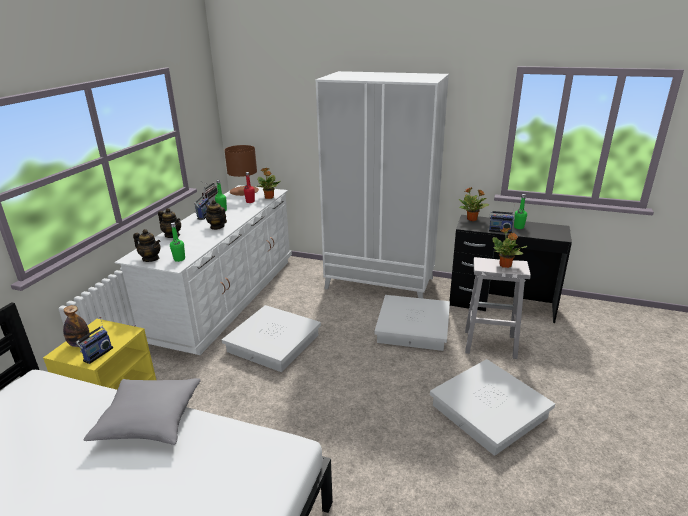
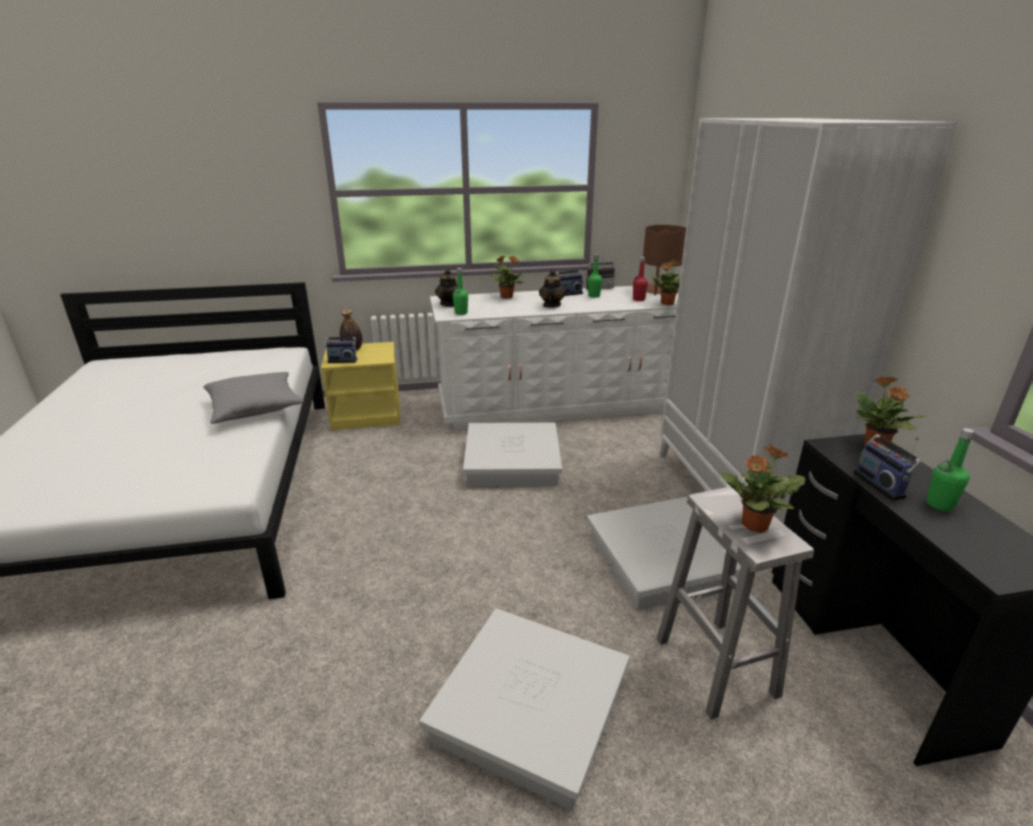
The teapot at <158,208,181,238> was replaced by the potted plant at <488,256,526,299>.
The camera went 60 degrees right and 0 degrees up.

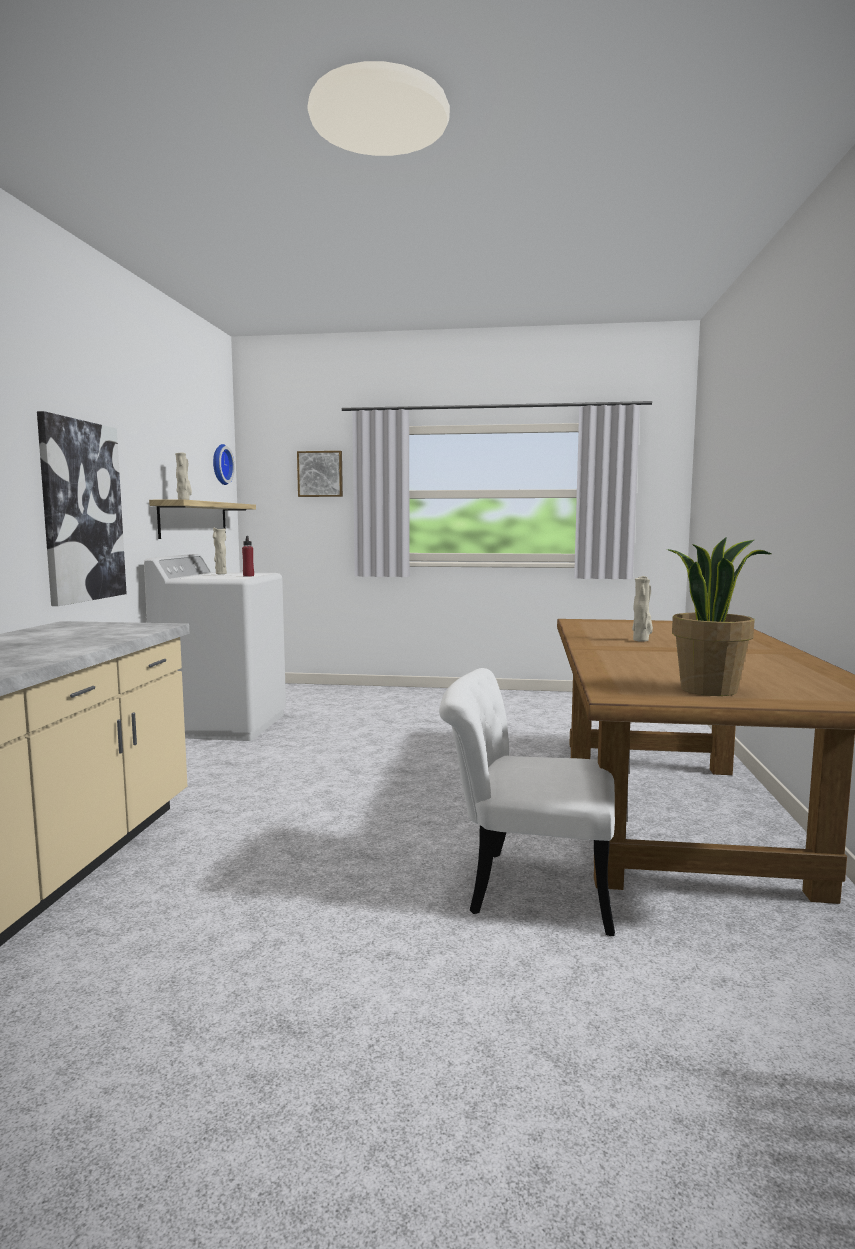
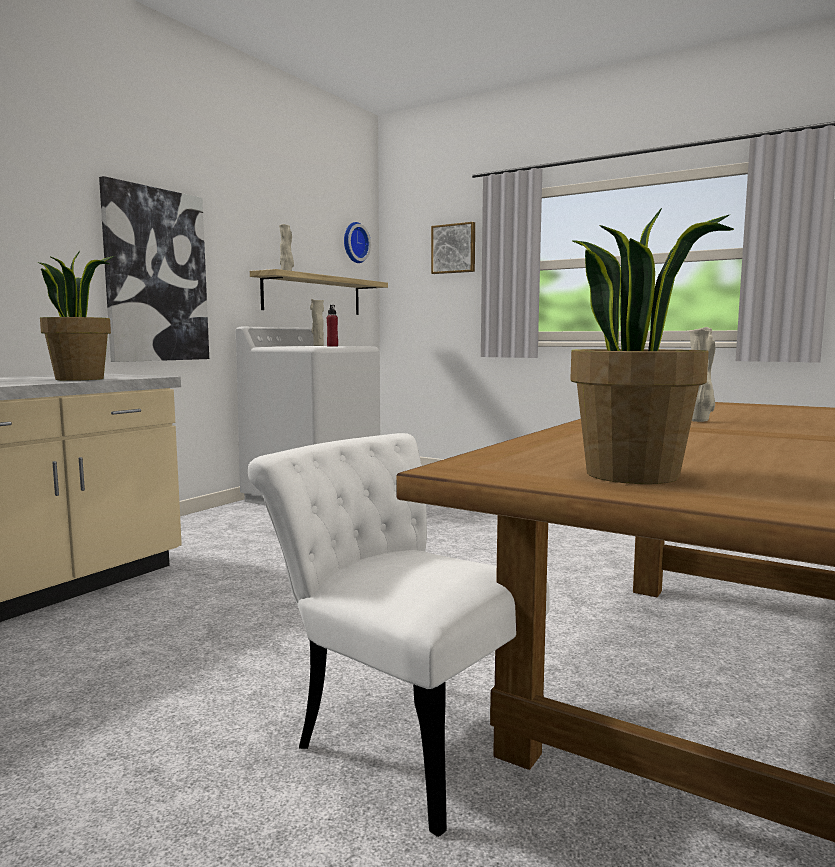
The potted plant at <38,251,114,381> appeared.
The camera went 25 degrees right and 0 degrees up.

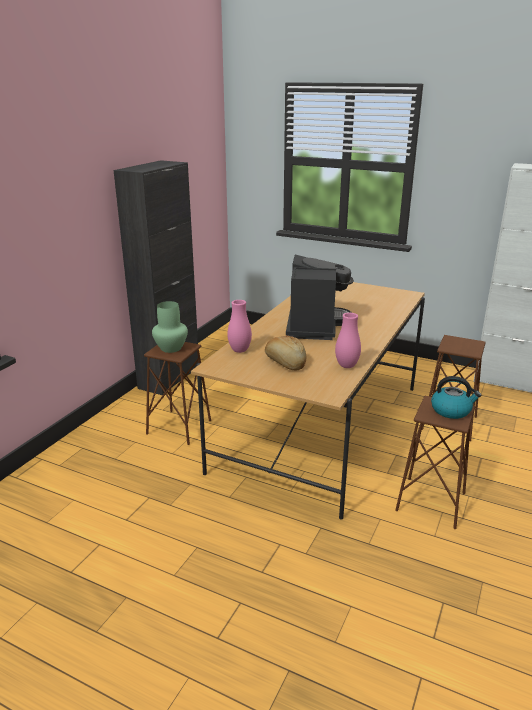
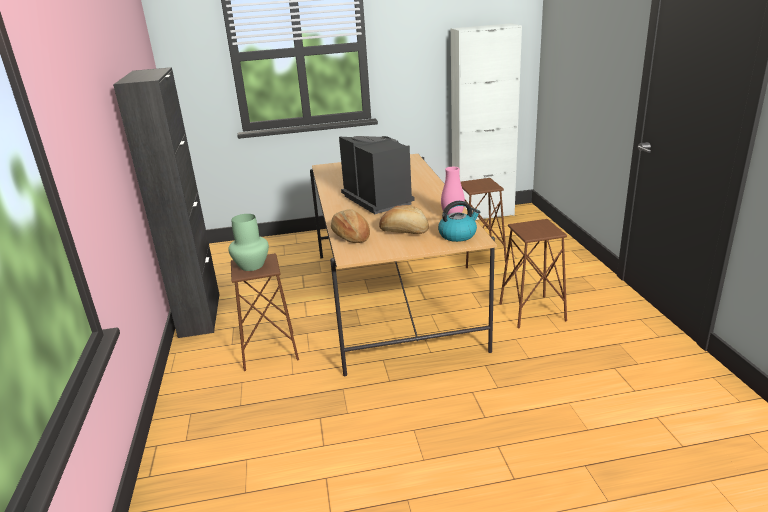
The kettle moved from <431,376,481,419> to <438,201,480,242>.
The vase in pink at <227,300,252,353> was replaced by the bread at <331,209,370,243>.
The camera went 35 degrees left and 0 degrees up.

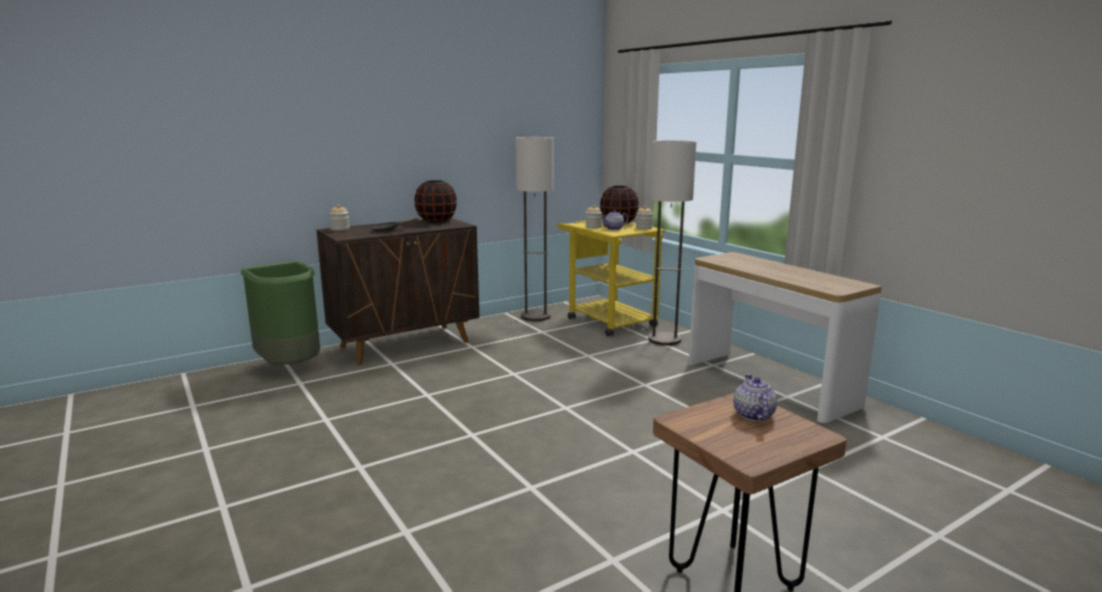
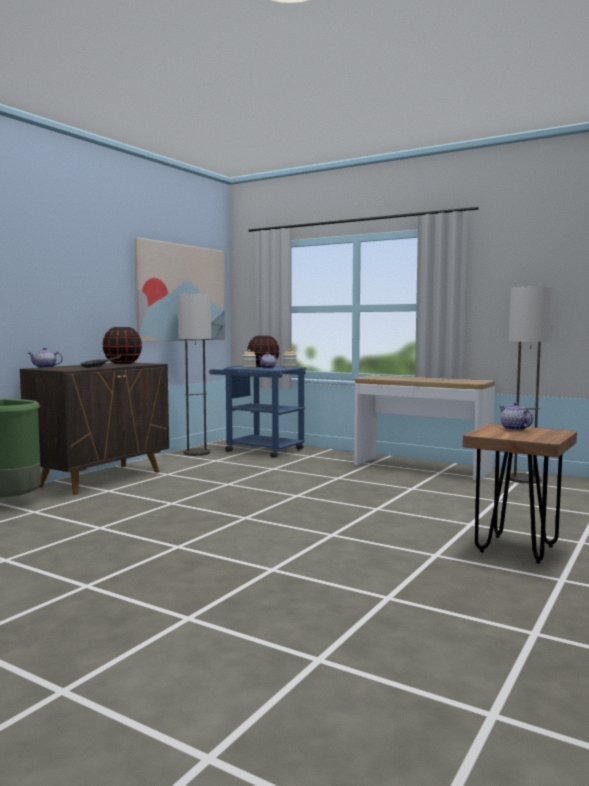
The picture at <134,237,225,342> appeared.
The floor lamp moved from <648,140,696,346> to <509,286,553,484>.
The jar at <329,205,350,231> was replaced by the teapot at <29,348,63,368>.
The cart in yellow at <557,221,665,336> became the cart in blue at <209,365,307,458>.
The camera went 25 degrees left and 10 degrees down.

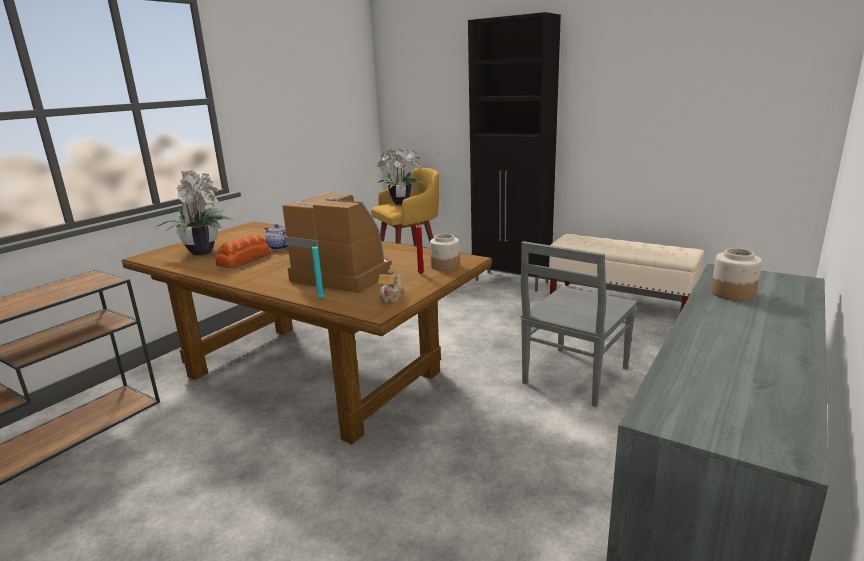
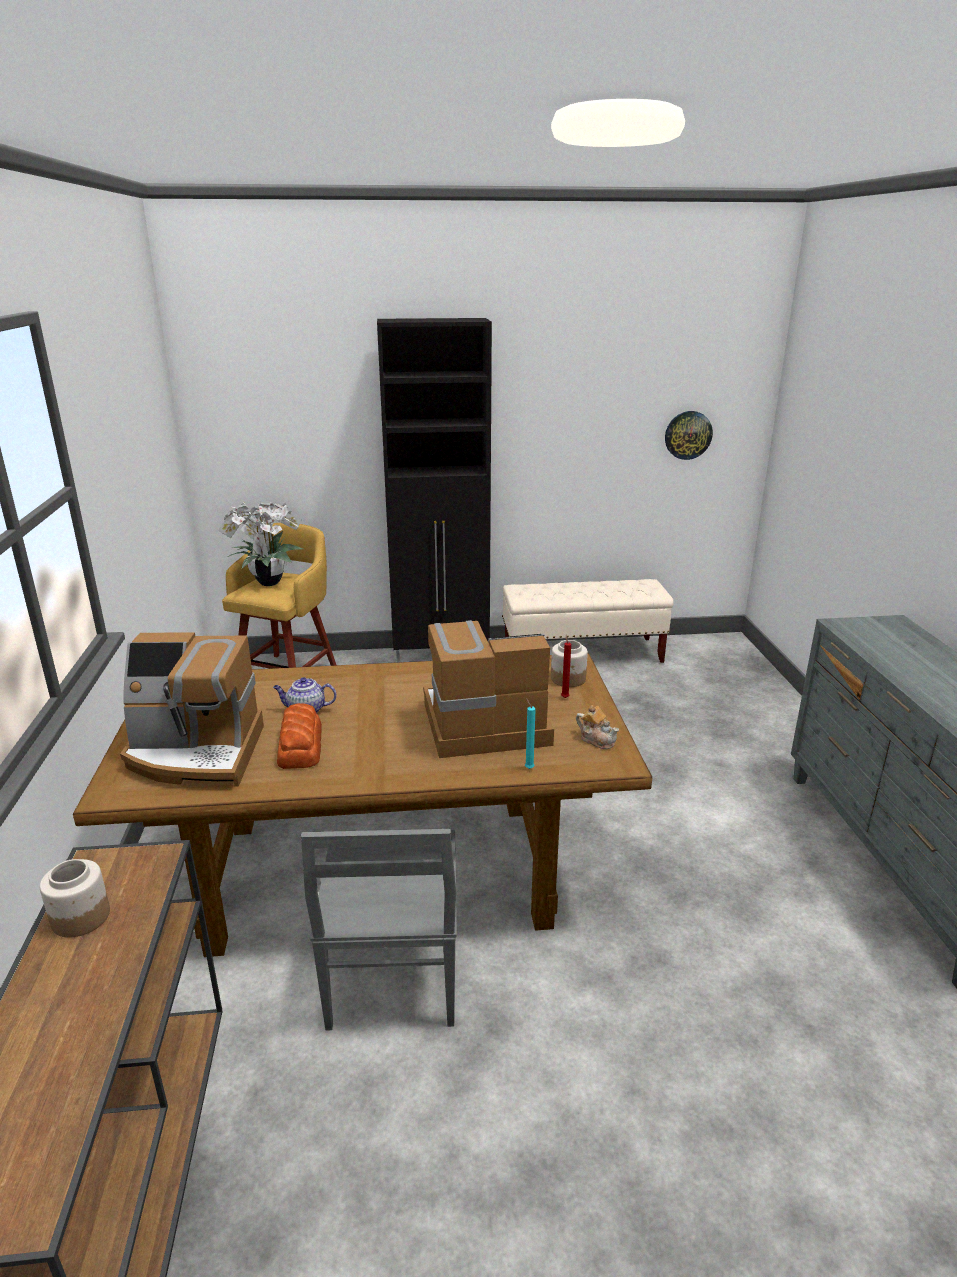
The wall clock at <665,411,713,460> appeared.
The chair in grey moved from <521,241,637,407> to <301,829,457,1030>.
The jar moved from <711,248,762,301> to <40,859,110,938>.
The potted plant at <154,169,235,255> was replaced by the coffee machine at <120,632,264,787>.
The teapot at <378,269,404,303> turned 150 degrees clockwise.
The camera went 40 degrees left and 5 degrees up.

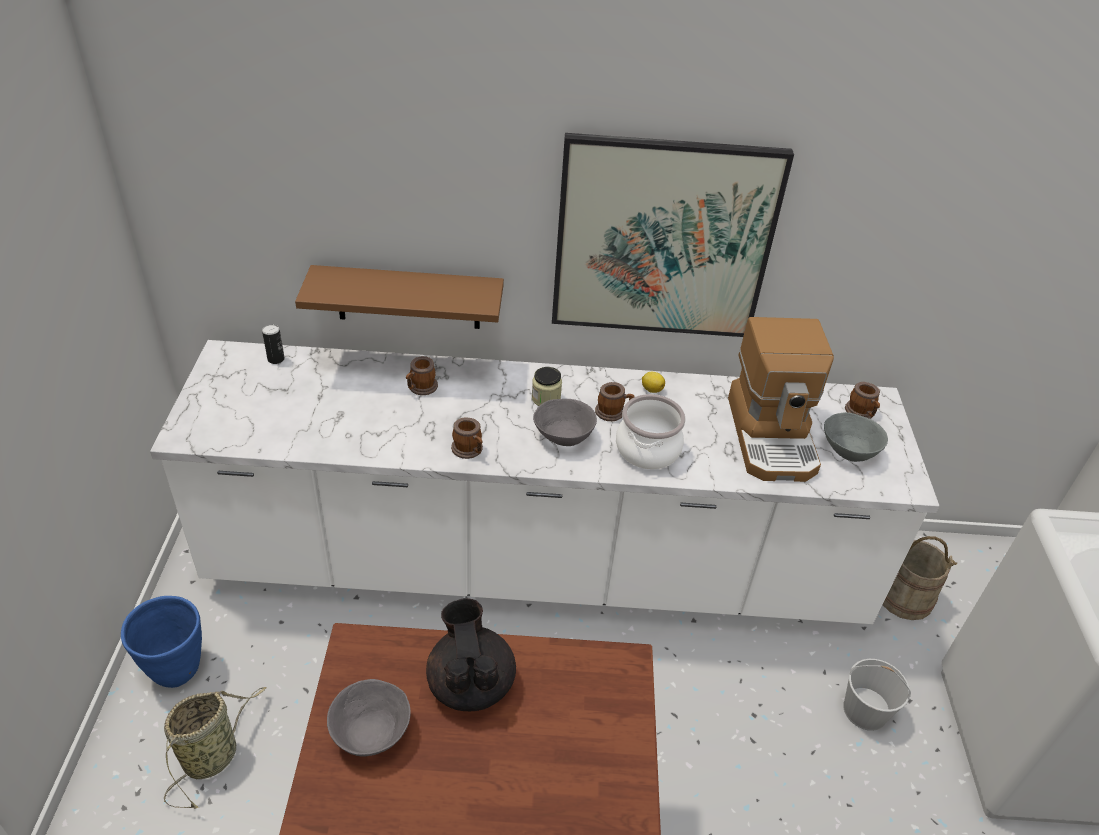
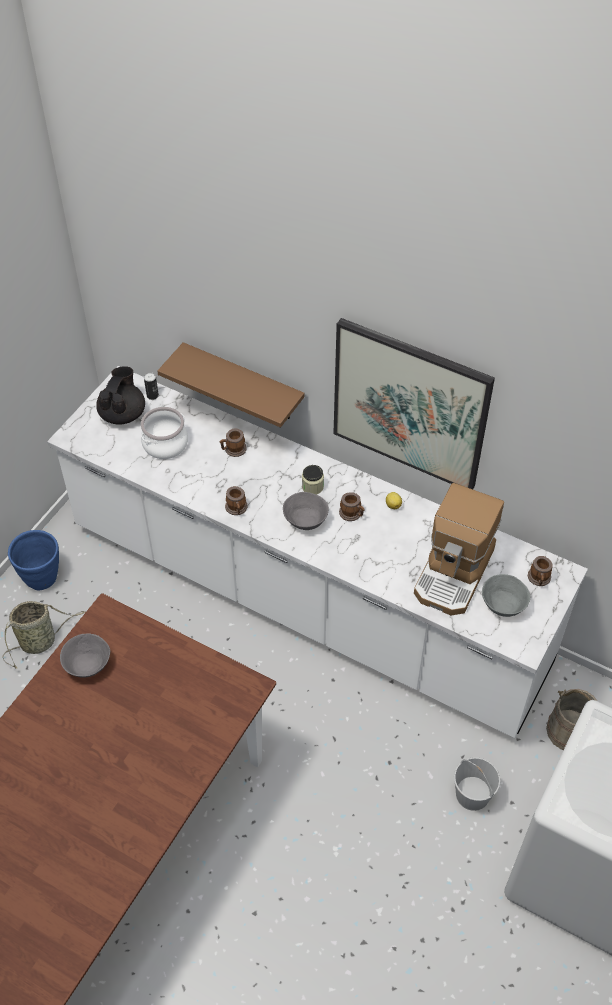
The teapot in black moved from <426,598,516,711> to <96,366,145,425>.
The cooking pot moved from <616,394,686,469> to <141,407,188,459>.
The camera went 30 degrees right and 10 degrees up.

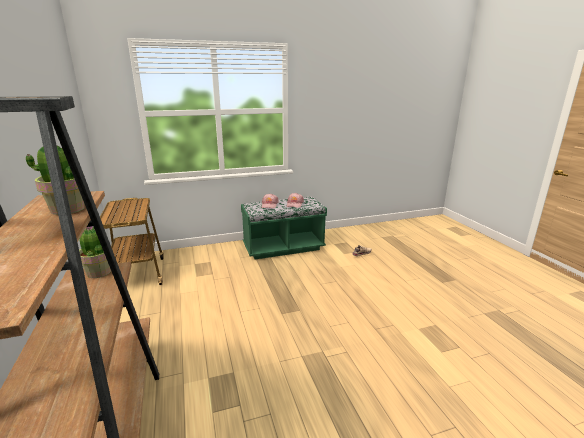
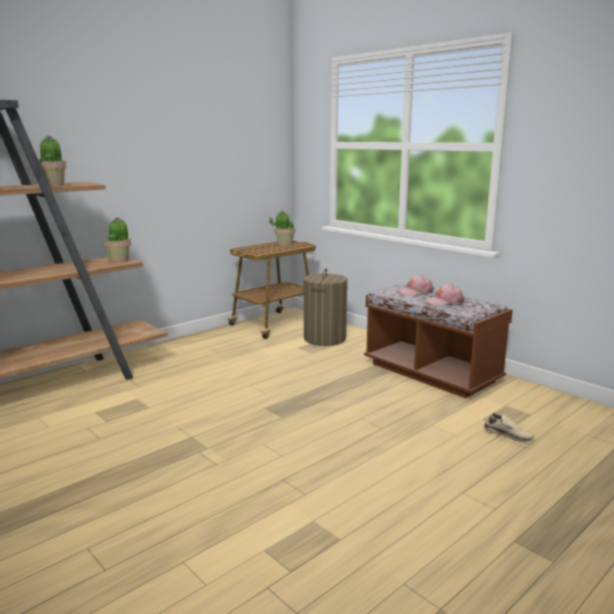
The potted plant at <269,211,295,246> appeared.
The laundry basket at <303,268,348,346> appeared.
The bench in green at <241,197,327,259> became the bench in brown at <364,284,513,398>.
The camera went 65 degrees right and 5 degrees down.

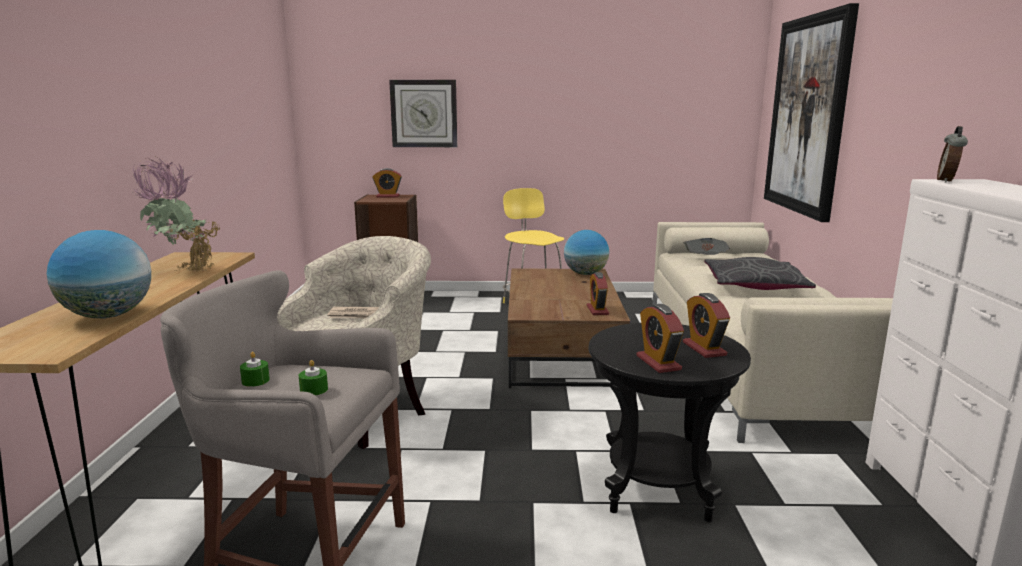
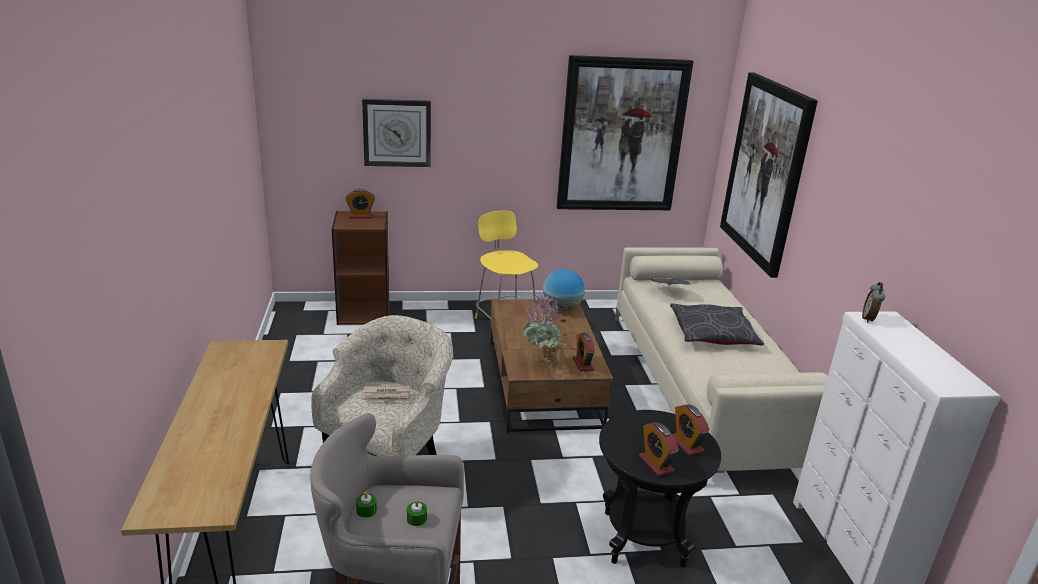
The globe at <47,230,151,318> disappeared.
The picture at <556,55,693,210> appeared.
The potted plant moved from <133,158,221,273> to <523,296,568,367>.
The camera went 10 degrees left and 10 degrees up.

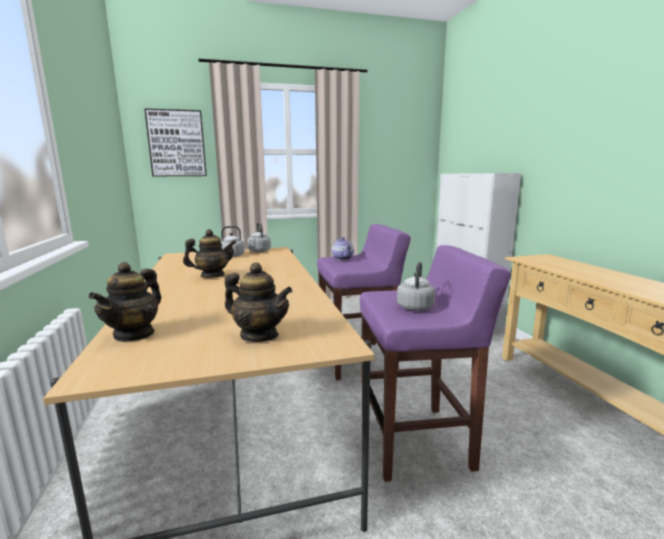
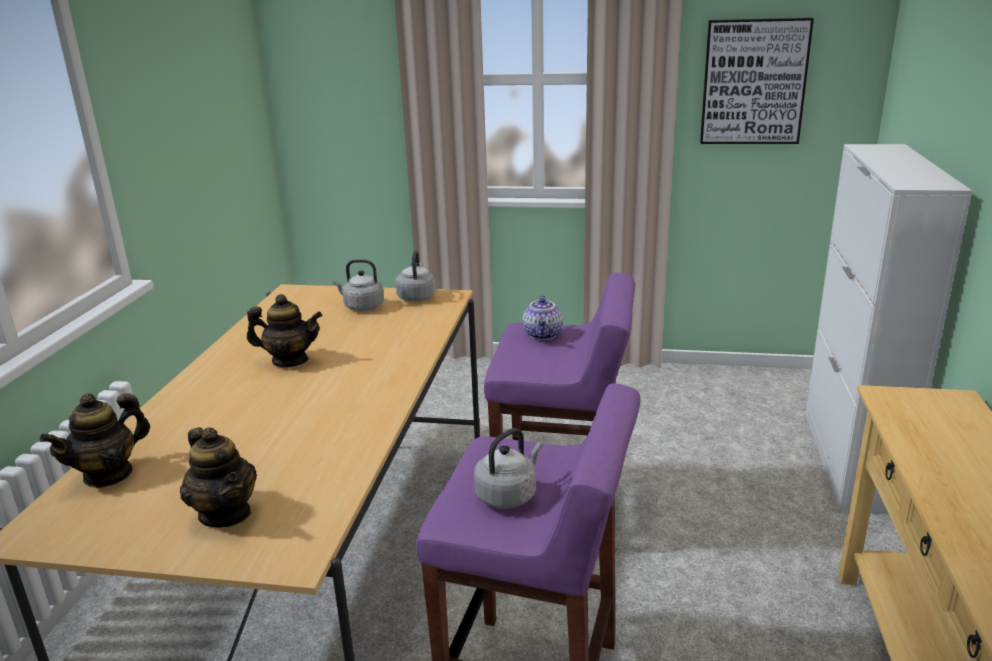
The picture moved from <144,108,207,176> to <700,18,814,144>.
The camera went 25 degrees right and 10 degrees up.

